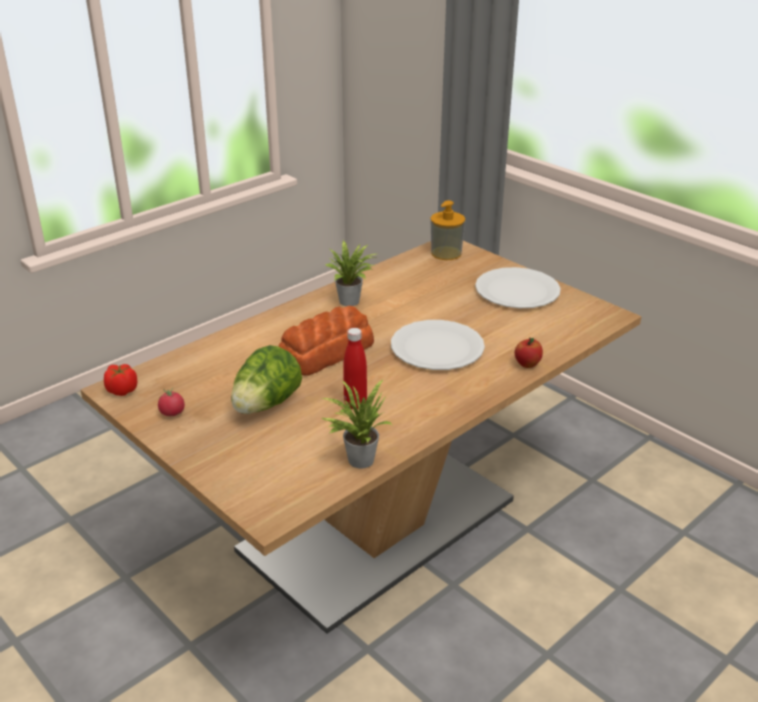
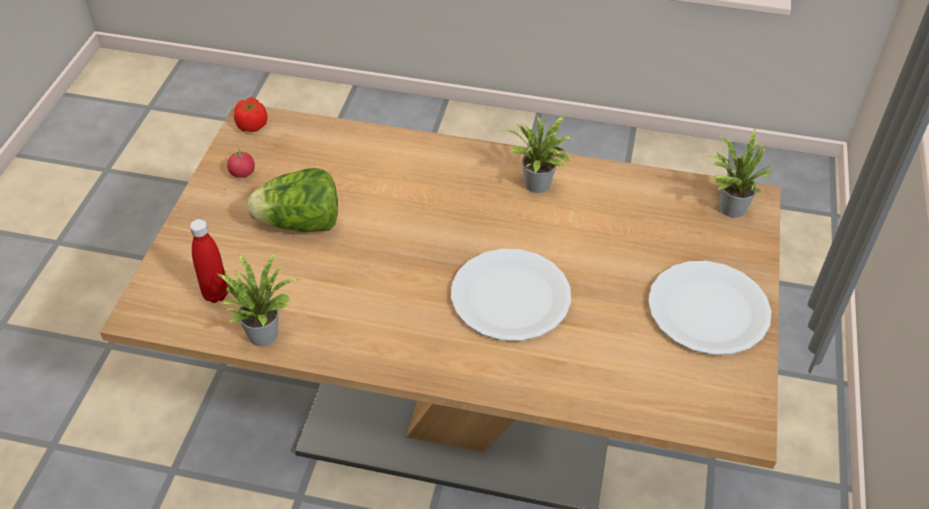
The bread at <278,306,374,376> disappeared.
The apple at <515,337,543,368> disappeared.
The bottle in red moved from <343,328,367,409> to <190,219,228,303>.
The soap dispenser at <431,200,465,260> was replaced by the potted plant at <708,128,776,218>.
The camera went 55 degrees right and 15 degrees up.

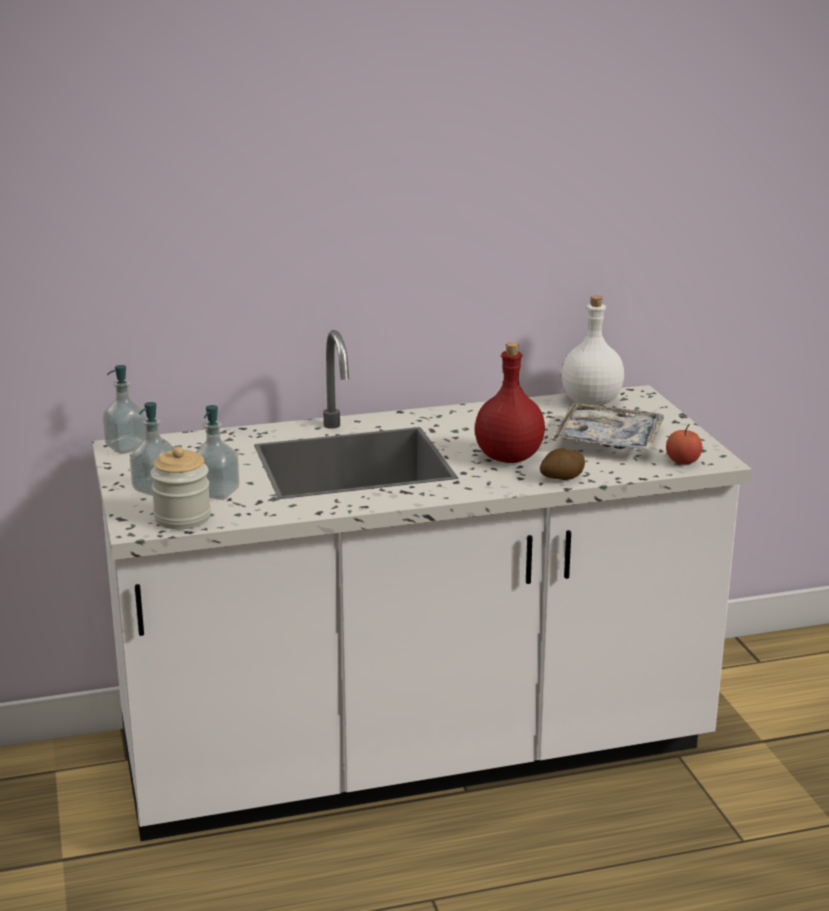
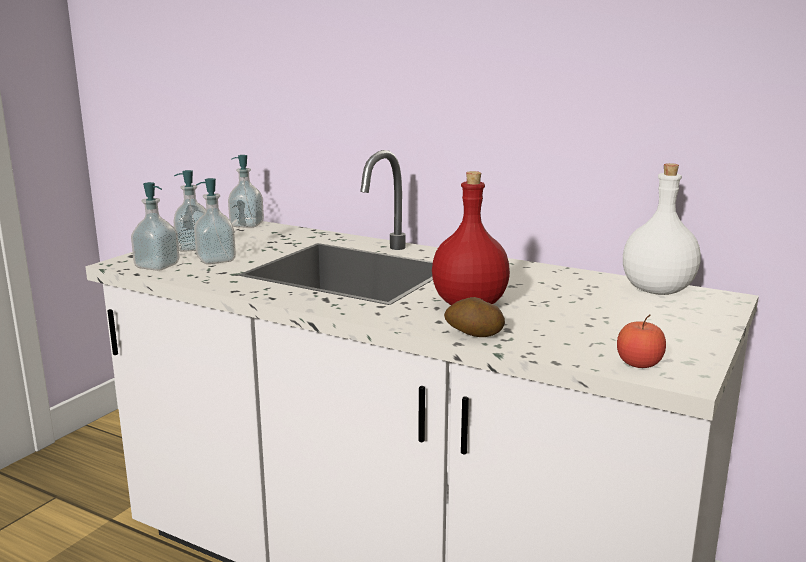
The tray at <553,403,664,451> disappeared.
The jar at <150,447,211,529> was replaced by the soap dispenser at <131,182,179,271>.
The camera went 45 degrees right and 5 degrees down.

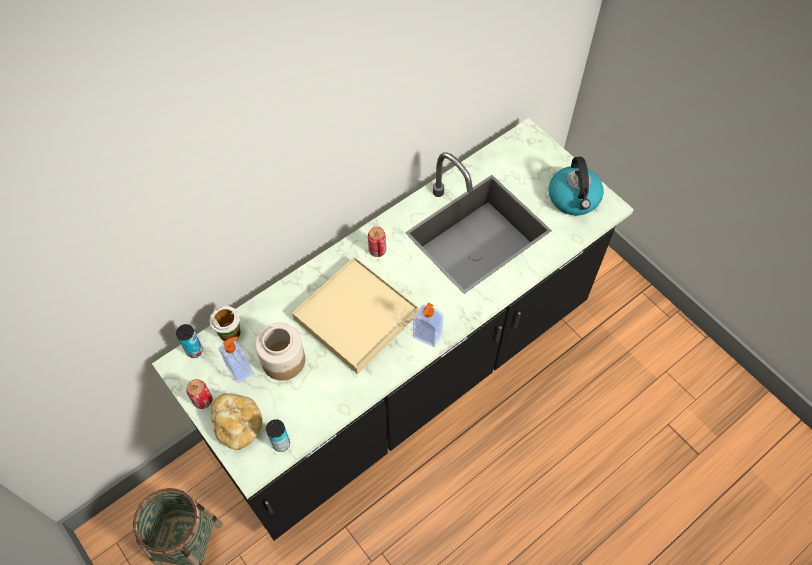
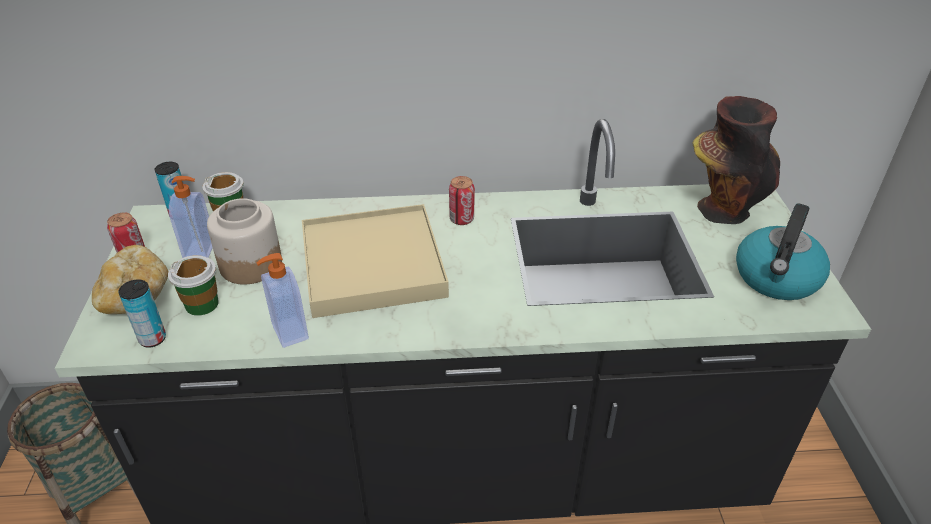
The cup at <168,255,219,316> appeared.
The vase at <692,96,780,224> appeared.
The soap dispenser moved from <413,303,443,347> to <257,253,309,348>.
The camera went 35 degrees right and 20 degrees down.

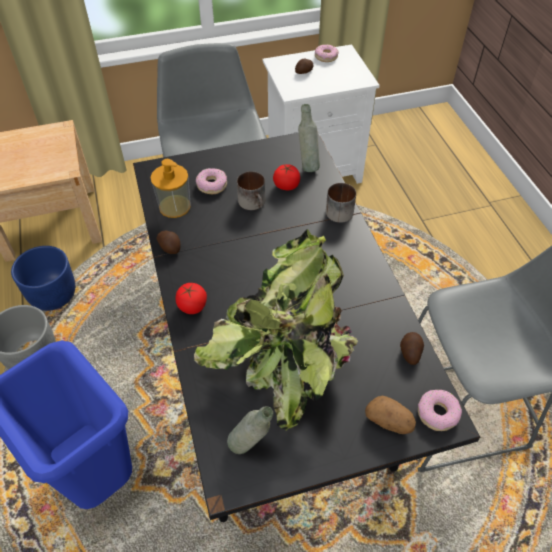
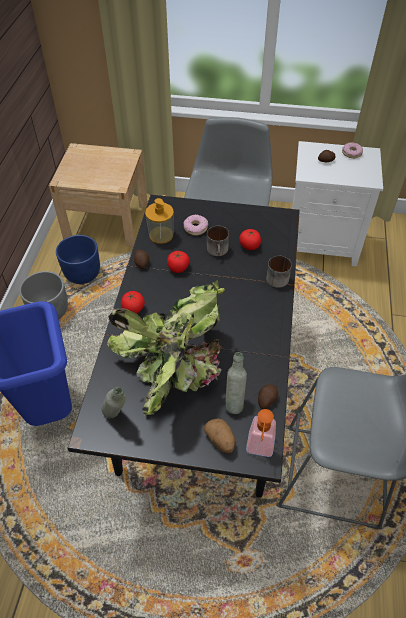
The tomato at <167,251,189,273> appeared.
The bottle in grey moved from <298,104,320,172> to <225,352,247,414>.
The donut at <418,390,462,431> was replaced by the soap dispenser at <246,409,276,457>.
The camera went 25 degrees right and 0 degrees up.

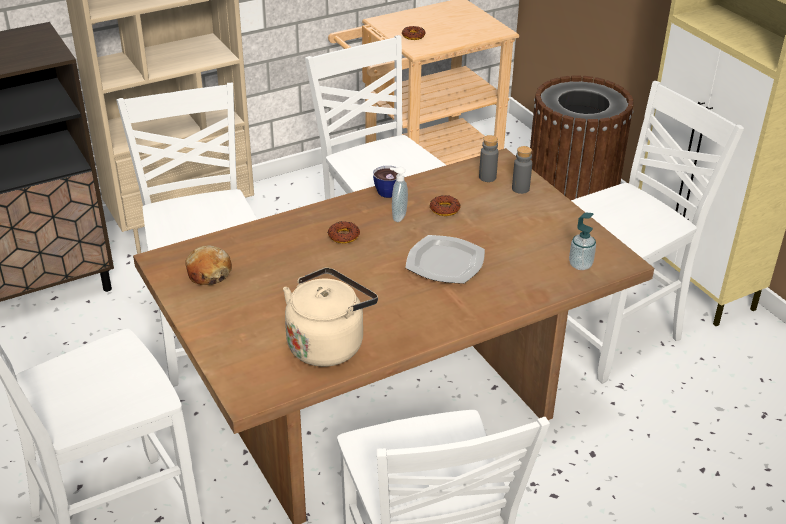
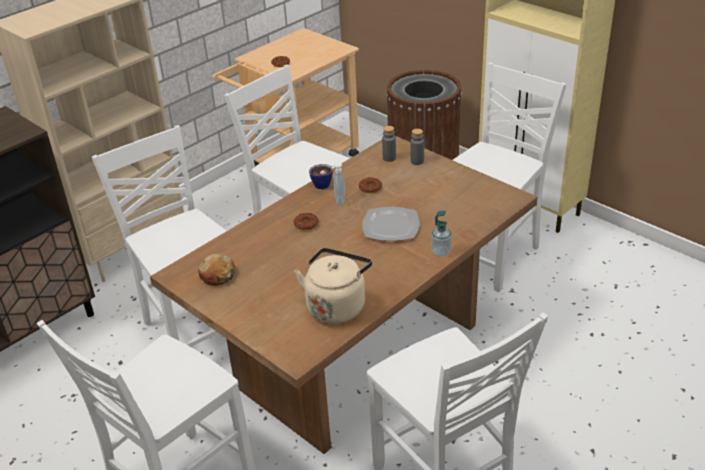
The soap dispenser moved from <569,213,596,270> to <431,211,451,257>.
The camera went 15 degrees left and 0 degrees up.

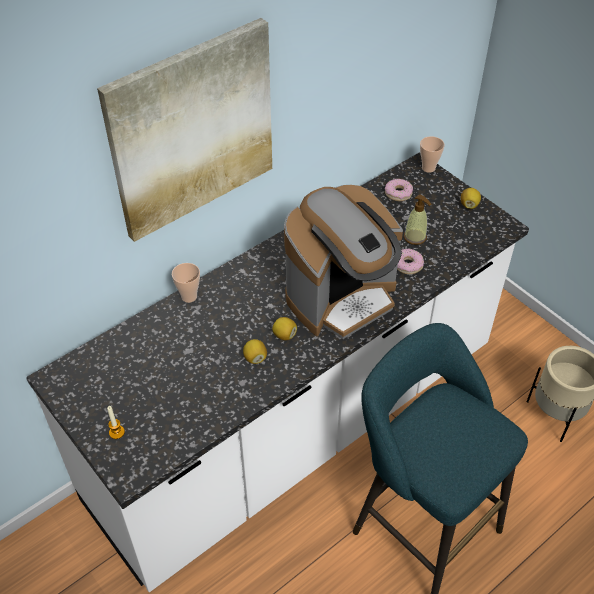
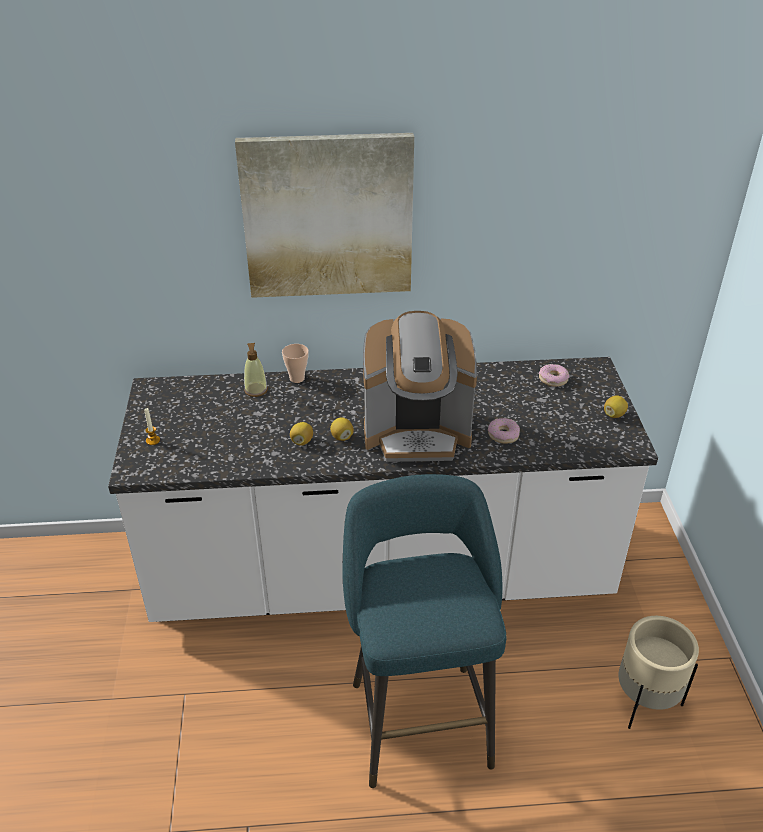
The cup at <420,136,445,173> disappeared.
The soap dispenser moved from <404,194,431,245> to <244,343,268,397>.
The camera went 35 degrees right and 10 degrees down.

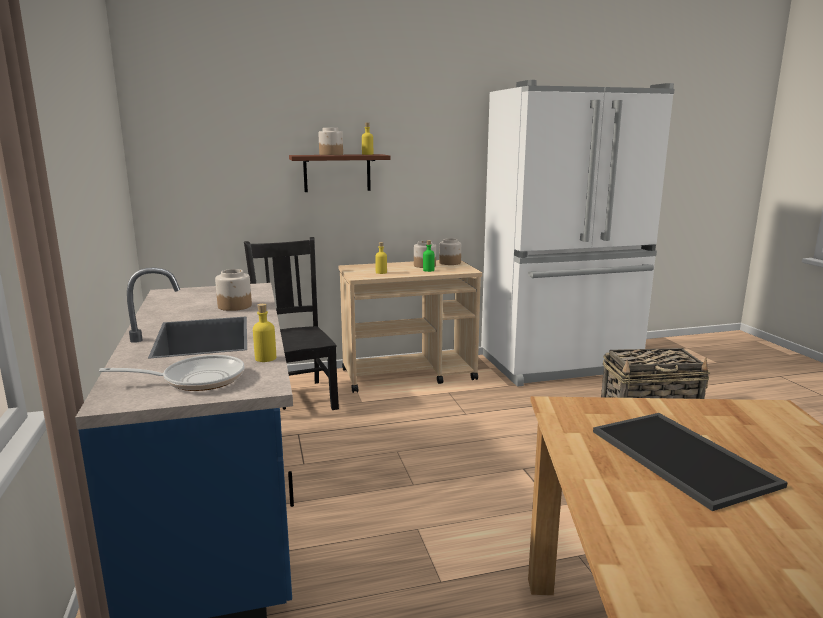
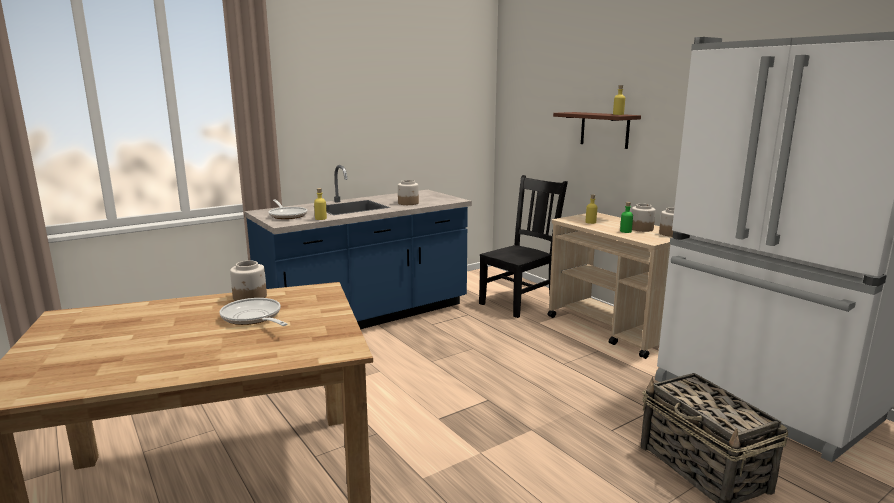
The jar moved from <318,128,343,155> to <230,261,267,301>.
The tray at <593,413,788,511> was replaced by the frying pan at <219,298,287,326>.
The camera went 70 degrees right and 0 degrees up.

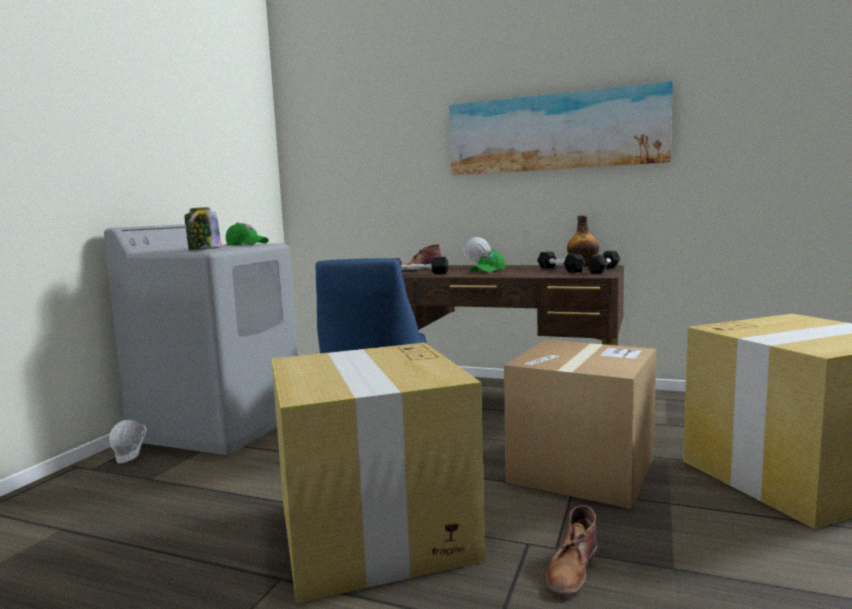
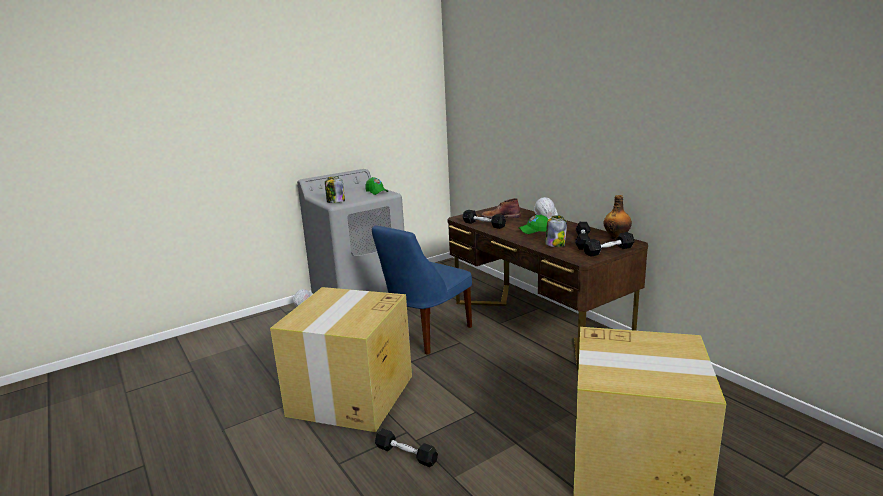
The picture at <450,81,673,175> disappeared.
The cardboard box at <504,340,657,509> disappeared.
The jar at <545,215,567,247> appeared.
The boot in brown at <546,505,598,597> was replaced by the dumbbell in black at <375,428,438,467>.
The camera went 35 degrees right and 10 degrees up.

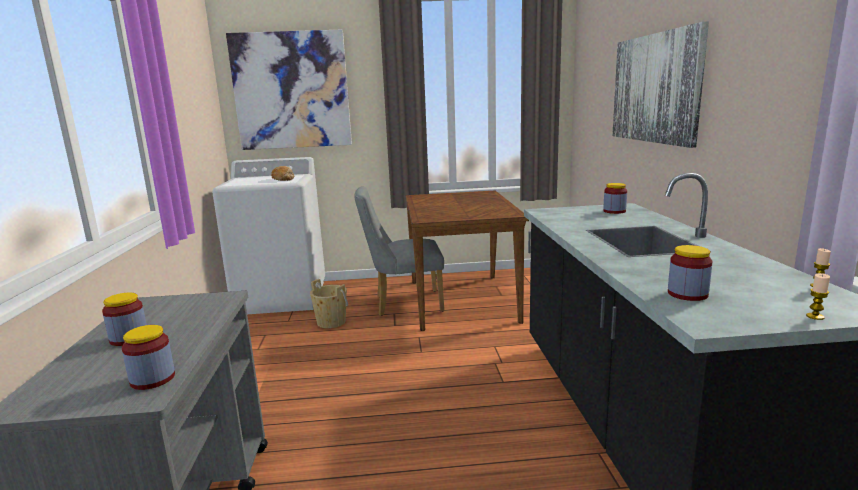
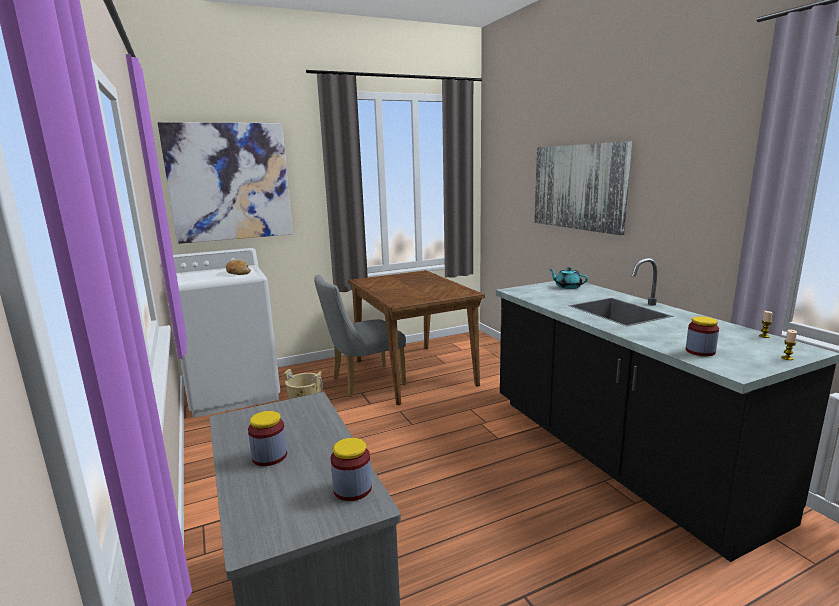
The jar at <603,183,627,214> was replaced by the teapot in turquoise at <549,267,588,289>.
The camera went 20 degrees left and 0 degrees up.

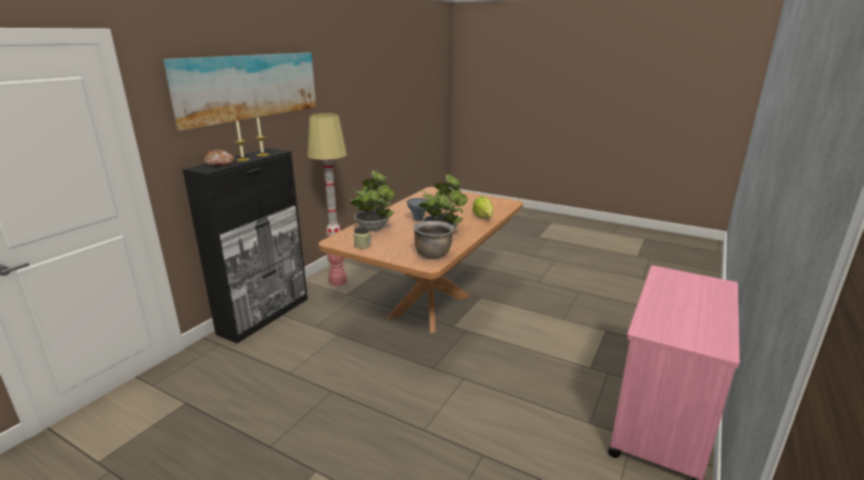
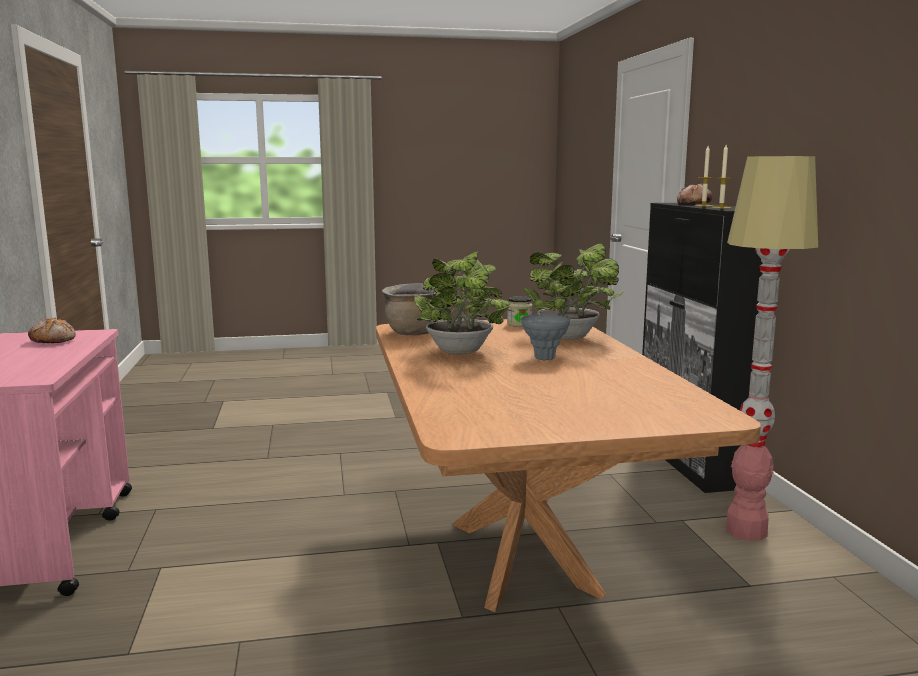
The picture at <163,52,316,131> disappeared.
The lettuce at <473,196,493,218> disappeared.
The bread at <28,318,75,343> appeared.
The camera went 140 degrees right and 10 degrees down.

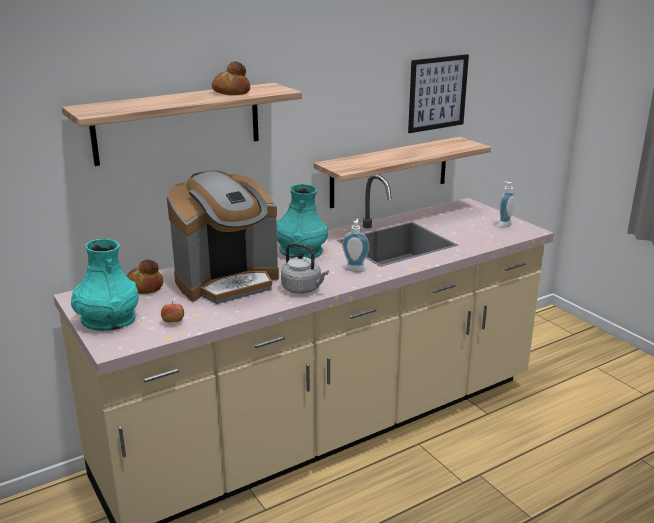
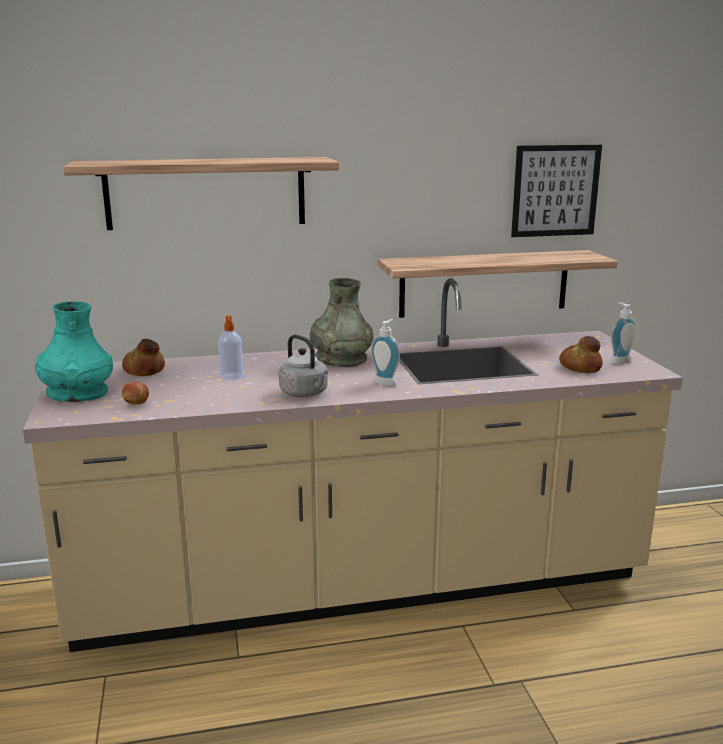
The bread moved from <212,62,250,95> to <559,336,603,373>.
The coffee machine at <167,171,279,304> was replaced by the soap dispenser at <218,316,243,380>.
The vase in turquoise at <276,184,328,259> became the vase in grey at <310,278,373,367>.
The camera went 20 degrees right and 5 degrees down.

